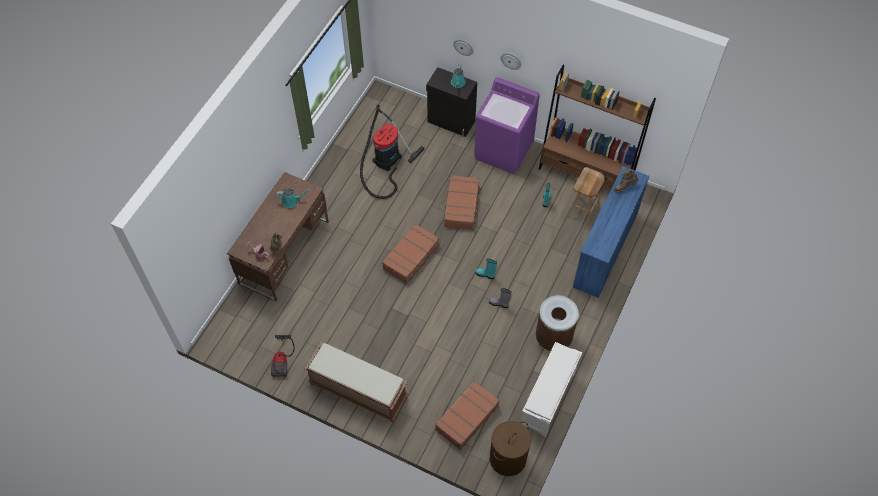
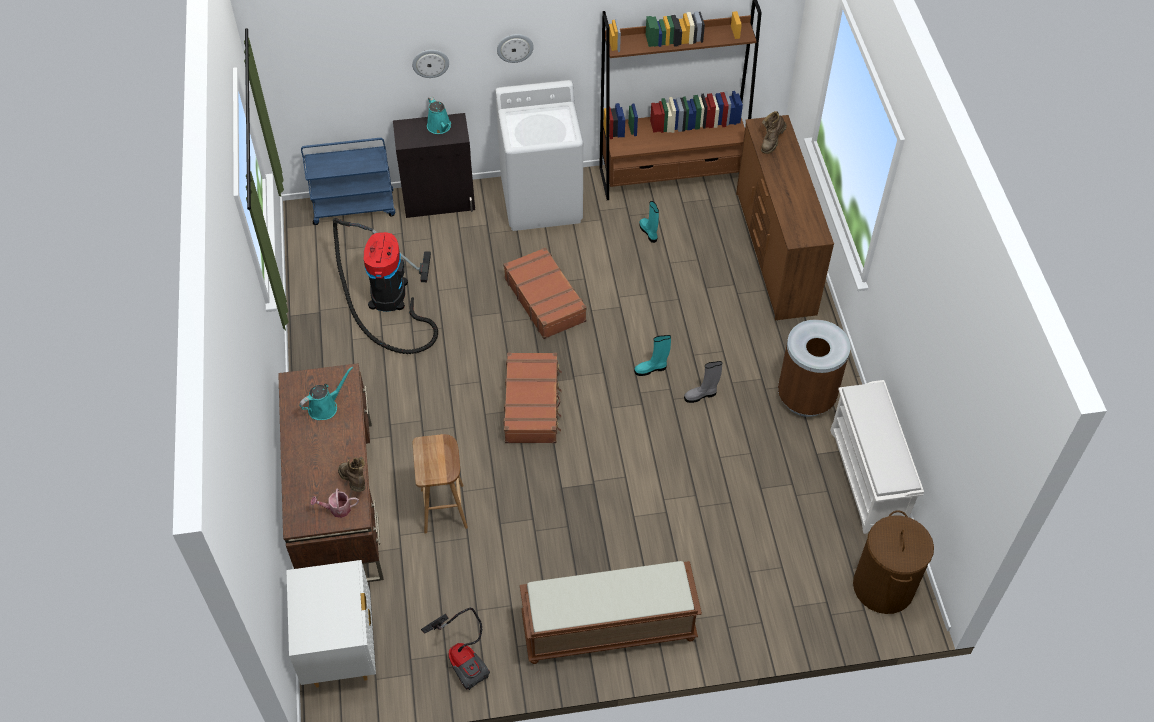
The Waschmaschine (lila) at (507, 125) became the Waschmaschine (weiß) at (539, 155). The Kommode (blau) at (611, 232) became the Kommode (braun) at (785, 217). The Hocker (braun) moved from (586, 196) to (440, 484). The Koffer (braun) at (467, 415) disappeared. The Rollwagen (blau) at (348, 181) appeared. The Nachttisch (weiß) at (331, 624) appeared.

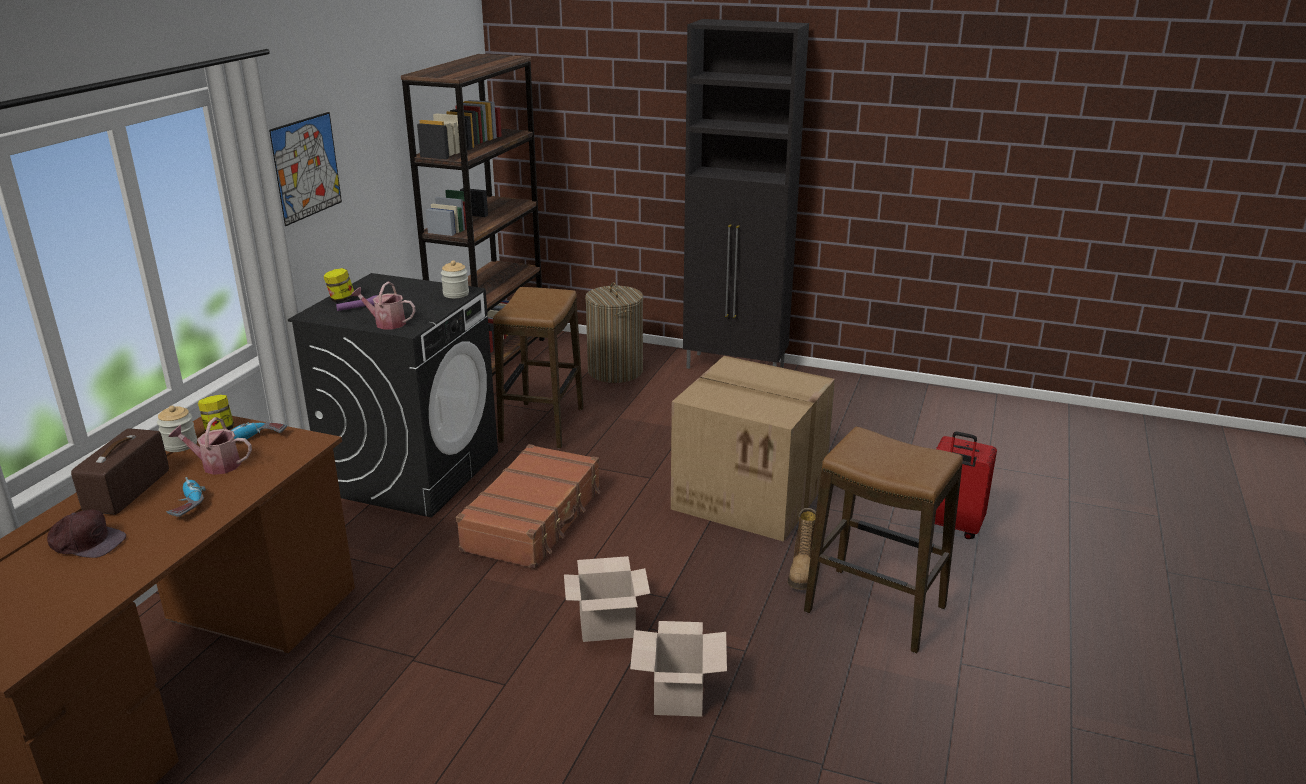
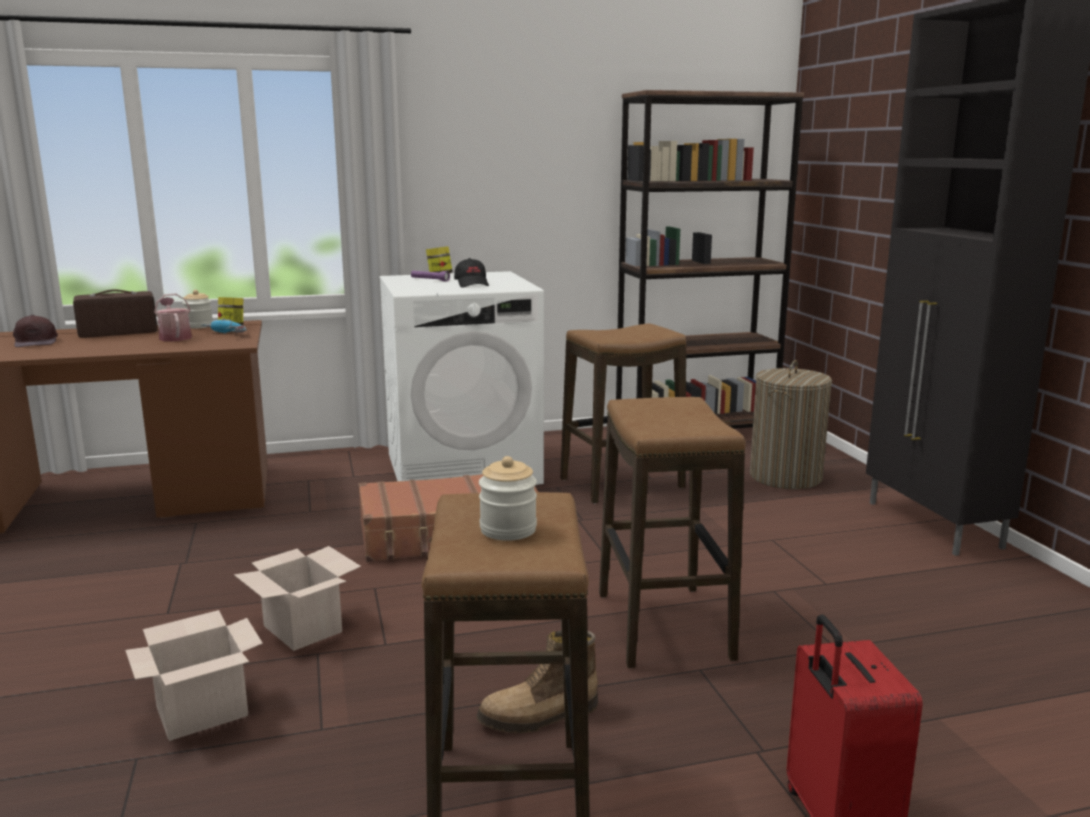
The Bild at (305, 169) disappeared. The Vorratsglas moved from (455, 279) to (508, 498). The Waschmaschine (schwarz) at (393, 395) became the Waschmaschine (weiß) at (461, 378). The Gießkanne at (383, 305) disappeared. The Karton at (753, 449) was replaced by the Hocker at (672, 532). The Bohrmaschine at (186, 497) disappeared. The Kappe (schwarz) at (471, 272) appeared.

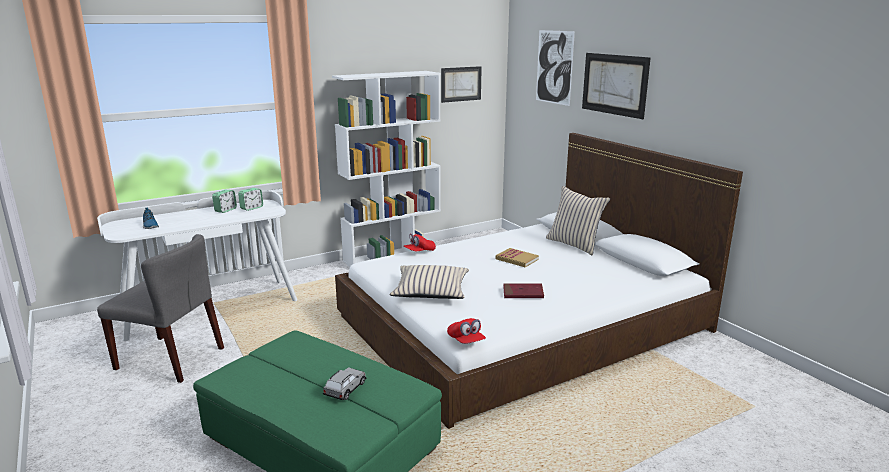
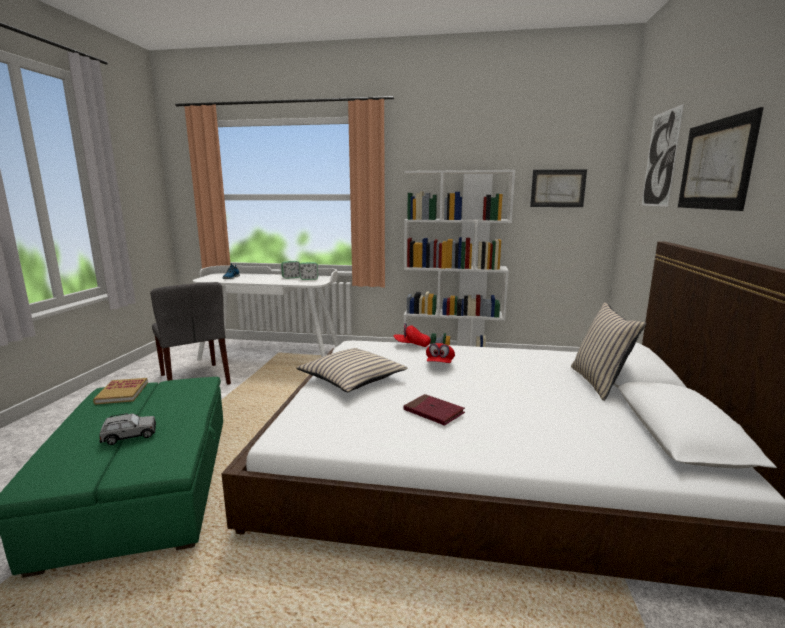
The Buch moved from (517, 257) to (120, 391). The Kappe (rot) moved from (466, 331) to (440, 353).

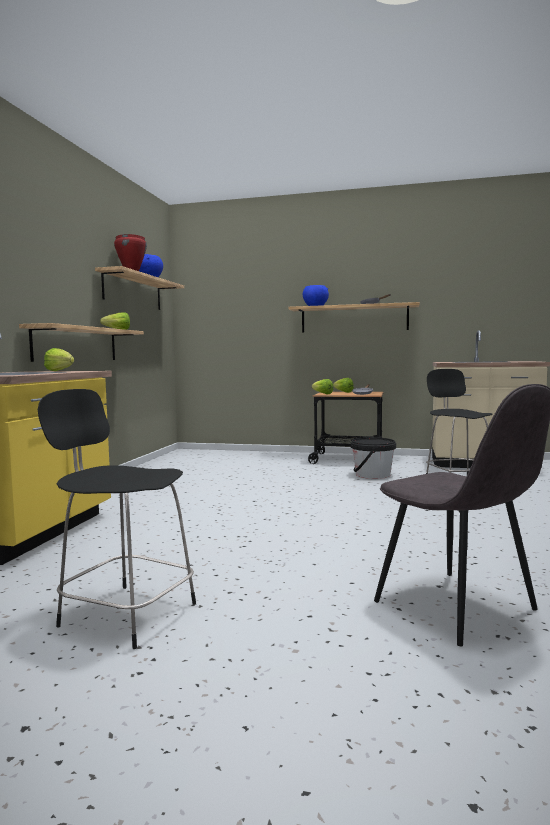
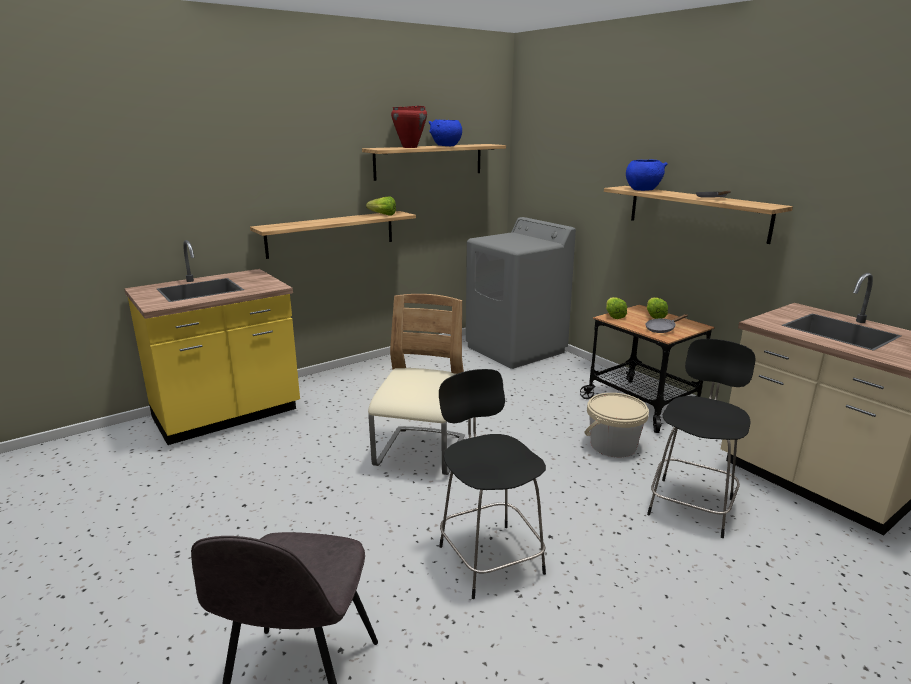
The Salatkopf at (59, 359) disappeared. The Hocker (schwarz) moved from (117, 519) to (492, 484). The Eimer (schwarz) at (373, 458) became the Eimer (beige) at (616, 425). The Waschmaschine (grau) at (521, 293) appeared. The Stuhl (beige) at (416, 384) appeared.

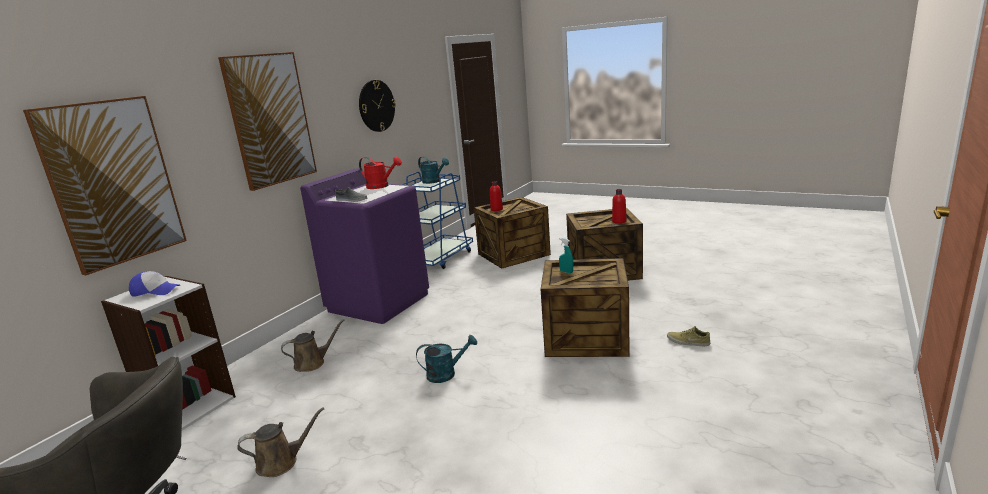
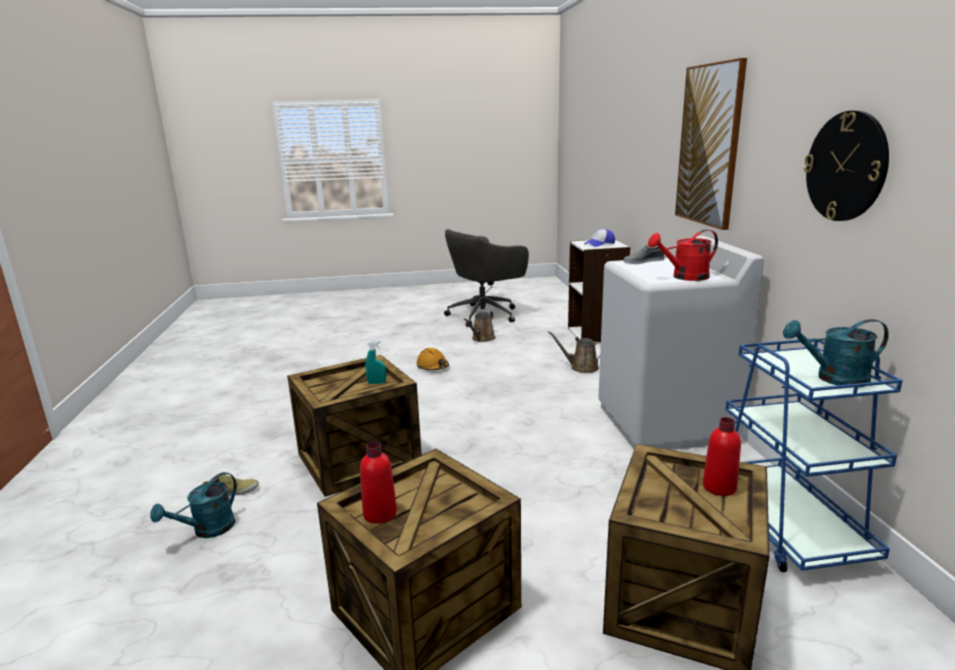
The Bild at (105, 186) disappeared. The Waschmaschine (lila) at (364, 246) became the Waschmaschine (weiß) at (681, 343). The Gießkanne (braun) at (312, 345) turned 90 degrees clockwise. The Gießkanne (türkis) moved from (446, 359) to (193, 505). The Schutzhelm (orange) at (433, 359) appeared.

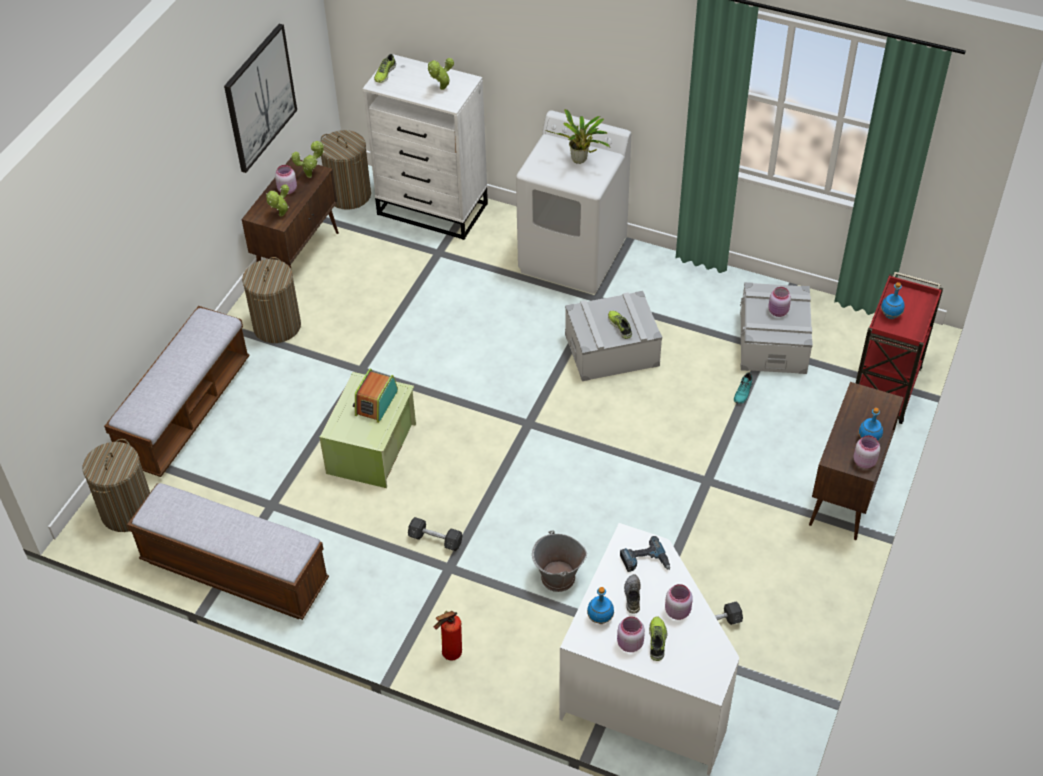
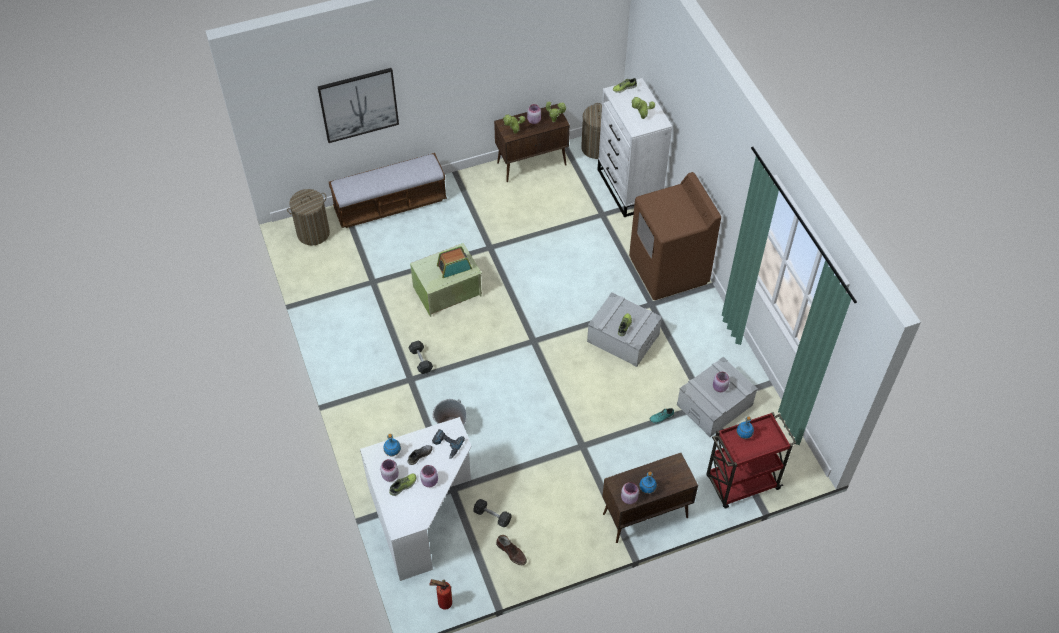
The Bild moved from (260, 98) to (358, 105). The Topfpflanze at (577, 136) disappeared. The Waschmaschine (weiß) at (573, 202) became the Waschmaschine (braun) at (675, 236). The Wäschekorb at (271, 300) disappeared. The Bank at (228, 551) disappeared. The Feuerlöscher moved from (448, 636) to (440, 594). The Stiefel (braun) at (511, 550) appeared.

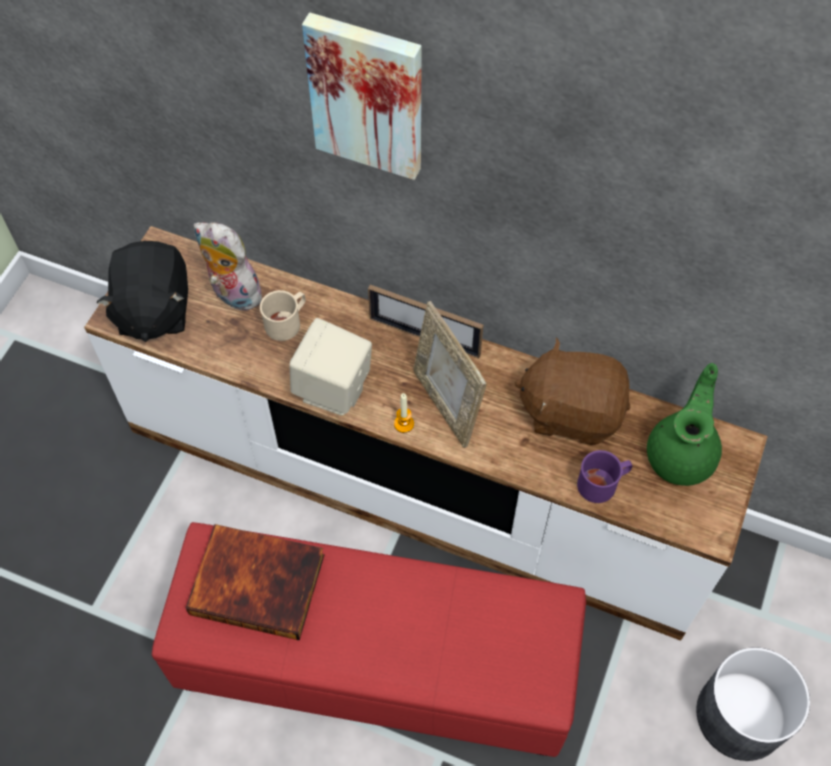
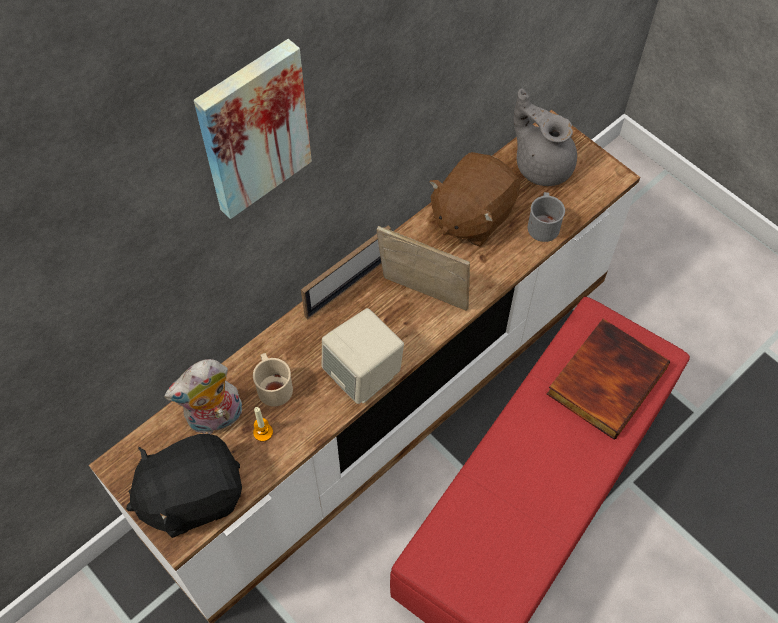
The Plüschtier (schwarz) at (142, 291) turned 135 degrees clockwise. The Bilderrahmen at (450, 374) turned 150 degrees counterclockwise. The Teekanne (grün) at (684, 424) became the Teekanne (grau) at (545, 137). The Kerze moved from (404, 413) to (263, 424). The Henkelbecher (lila) at (604, 476) became the Henkelbecher (grau) at (546, 217). The Buch moved from (255, 582) to (608, 379). The Pflanzkübel (grau) at (753, 704) disappeared.

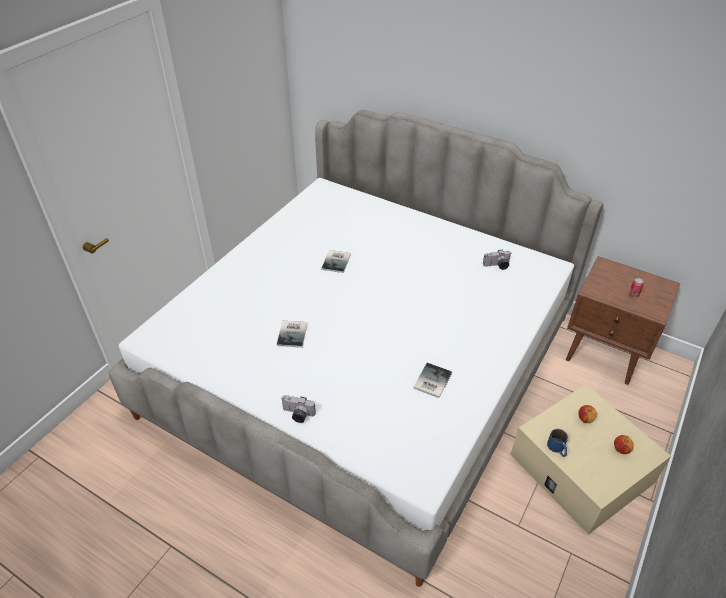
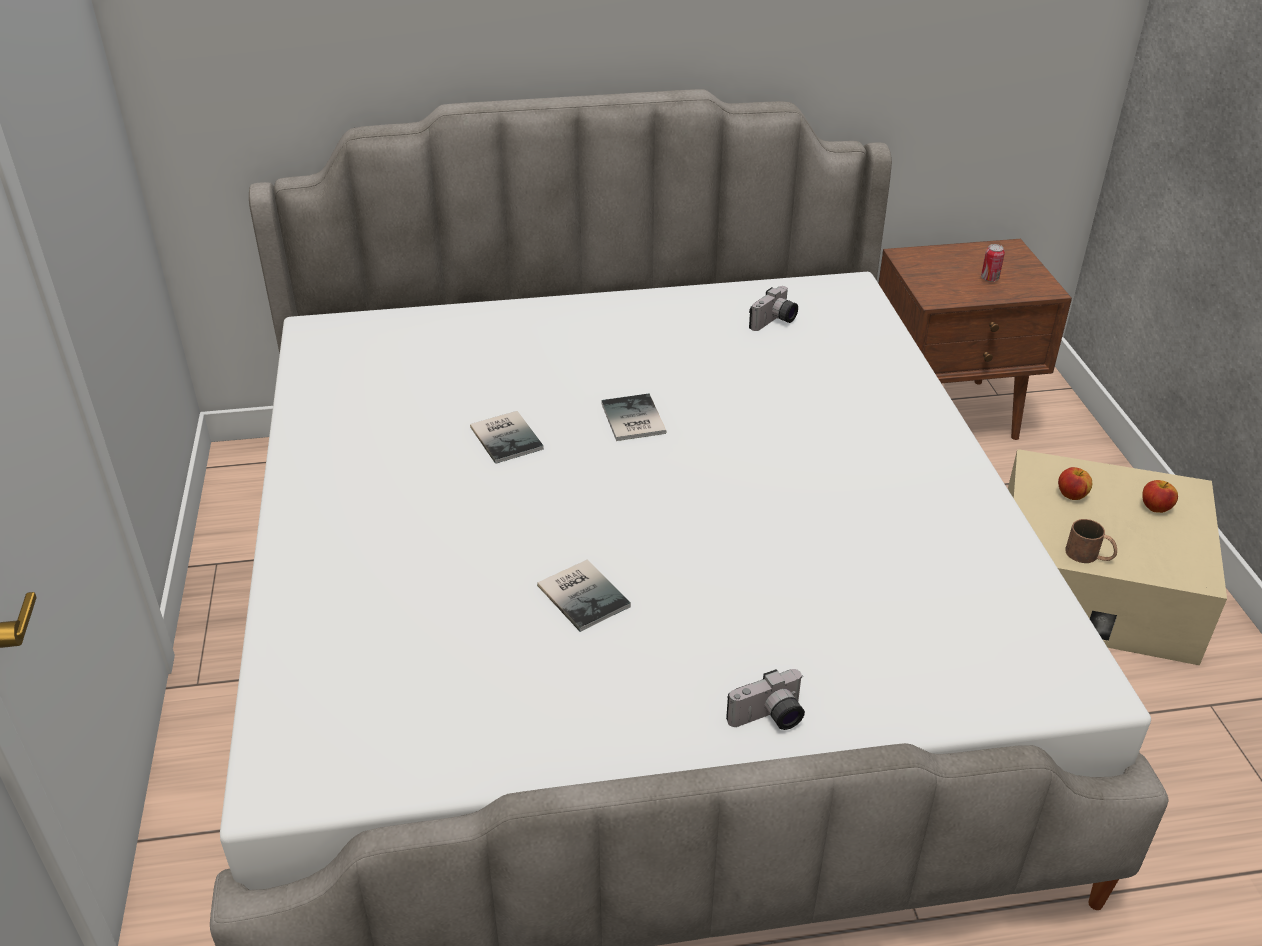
The Buch moved from (432, 380) to (634, 417). The Henkelbecher (blau) at (557, 443) became the Henkelbecher (braun) at (1091, 541).

